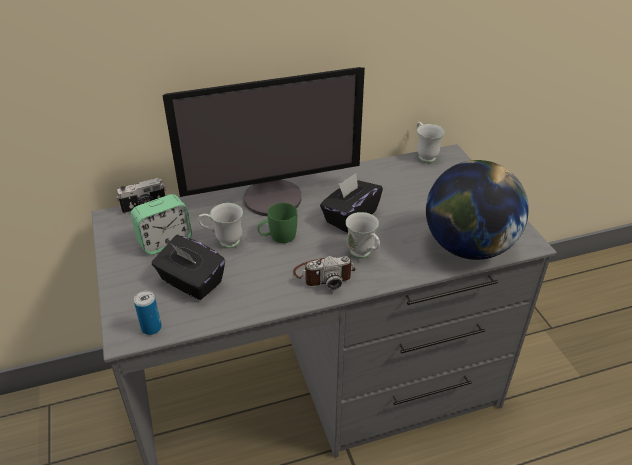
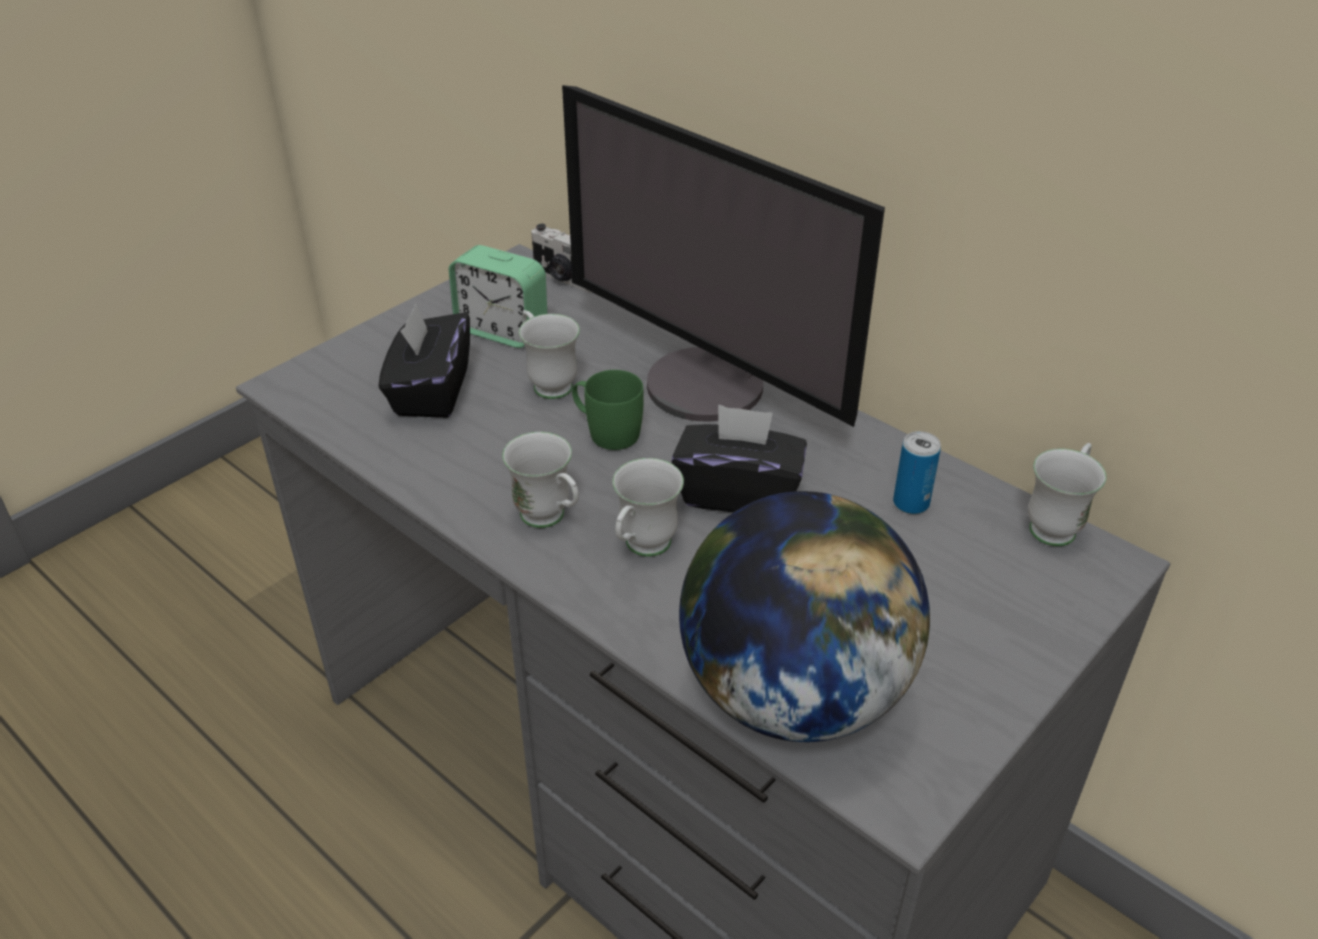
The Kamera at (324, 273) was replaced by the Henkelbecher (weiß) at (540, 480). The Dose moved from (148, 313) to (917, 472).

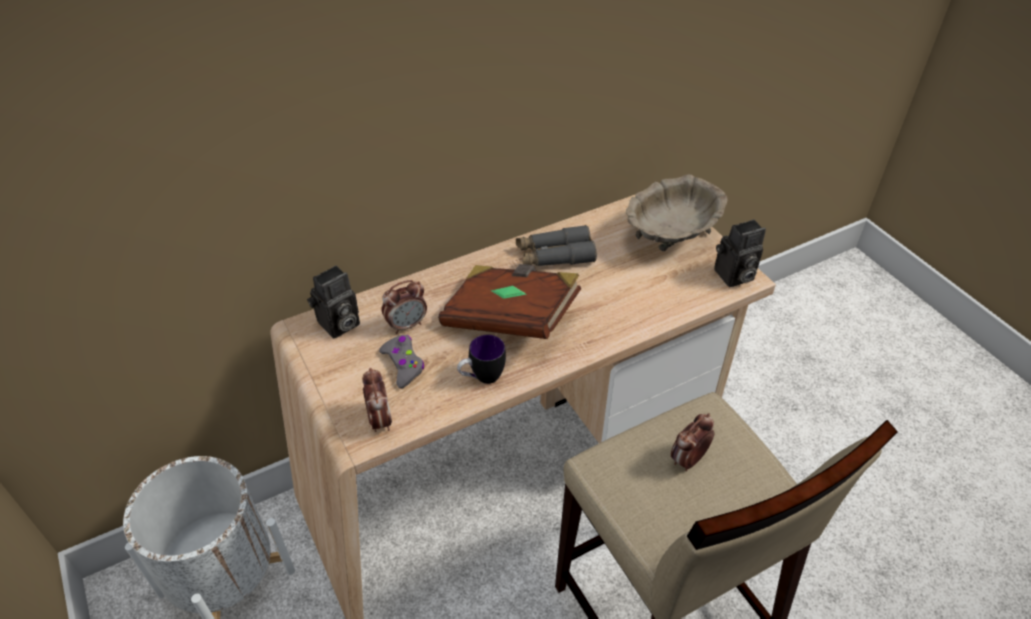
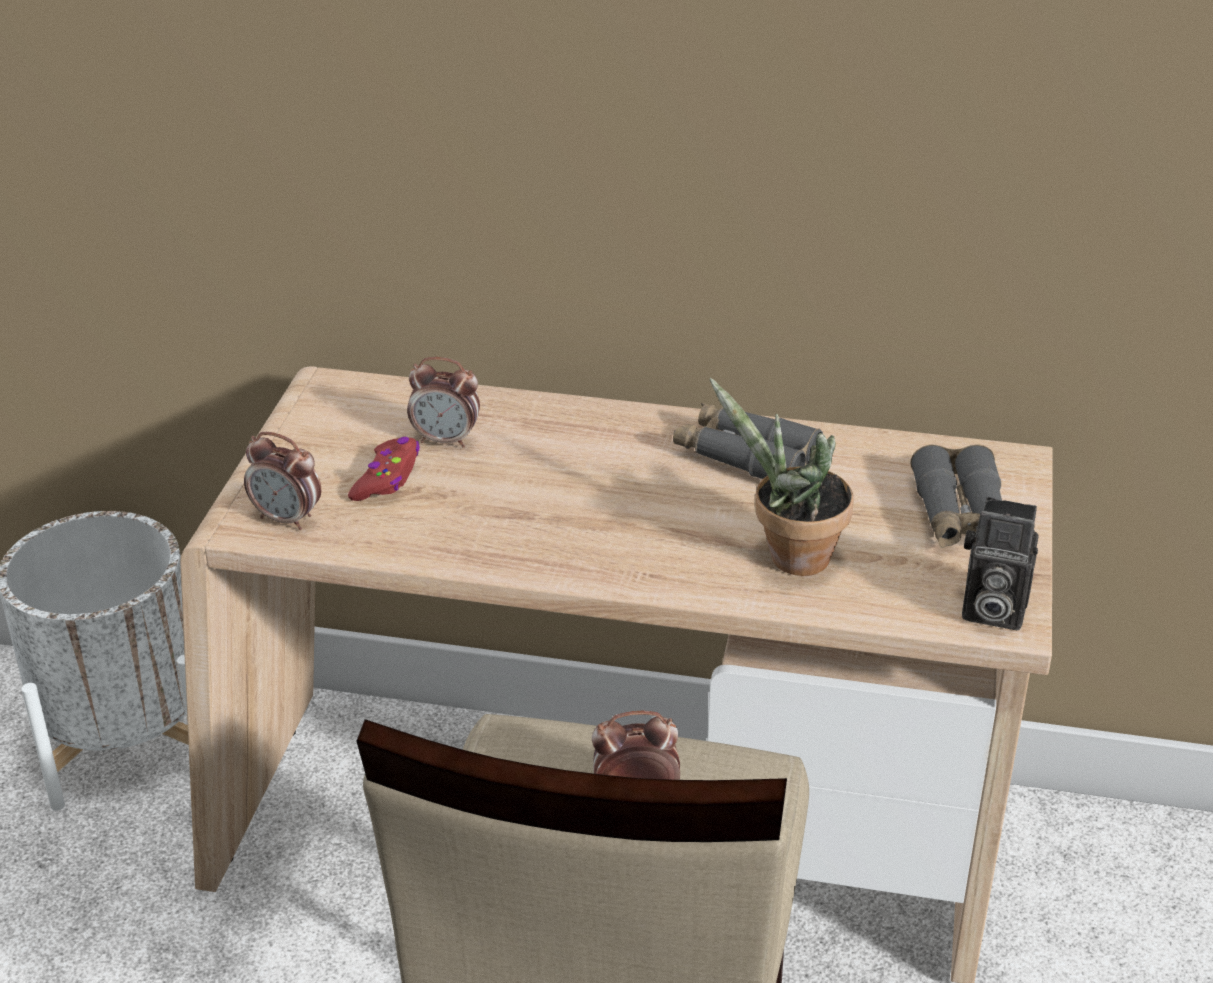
The Schüssel (beige) at (676, 212) was replaced by the Fernglas (grau) at (956, 496). The Buch (braun) at (509, 301) disappeared. The Kamera at (333, 301) disappeared. The Gamepad (grau) at (401, 362) became the Gamepad (rot) at (384, 469). The Henkelbecher at (481, 359) disappeared. The Wecker at (377, 400) turned 90 degrees clockwise. The Topfpflanze at (782, 477) appeared.

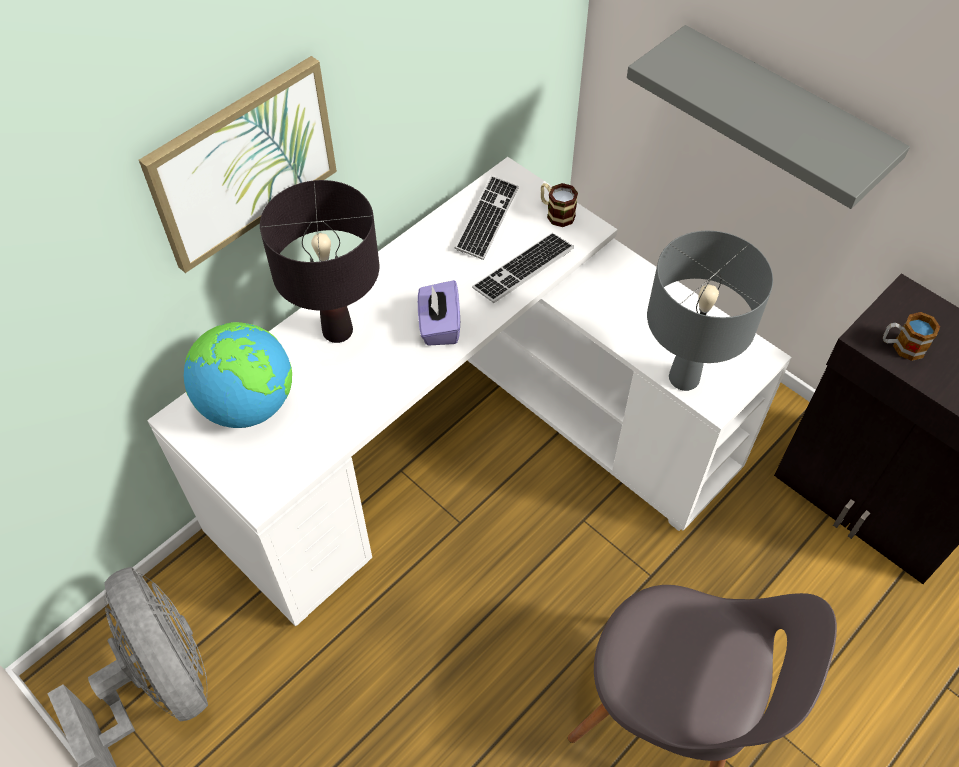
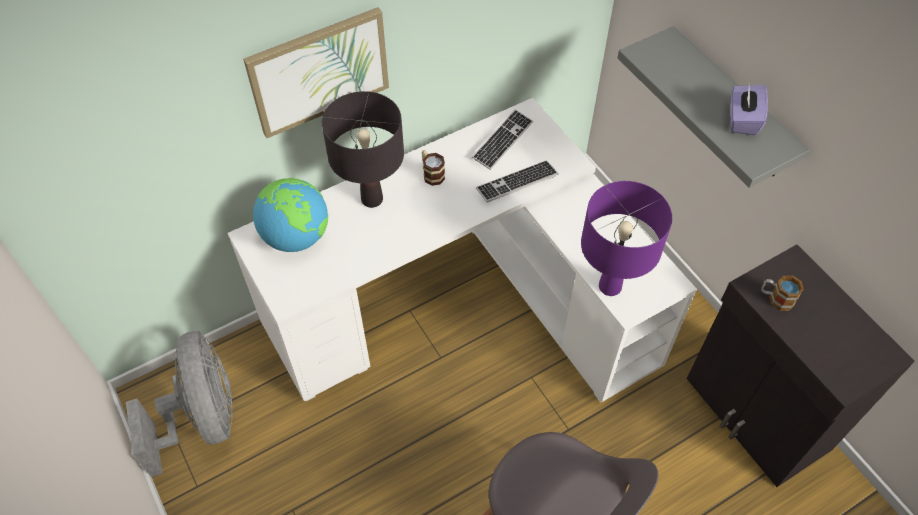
The Henkelbecher moved from (559, 205) to (433, 168). The Tischlampe (grau) at (710, 311) became the Tischlampe (lila) at (626, 238). The Taschentuchbox (lila) moved from (439, 313) to (749, 110).

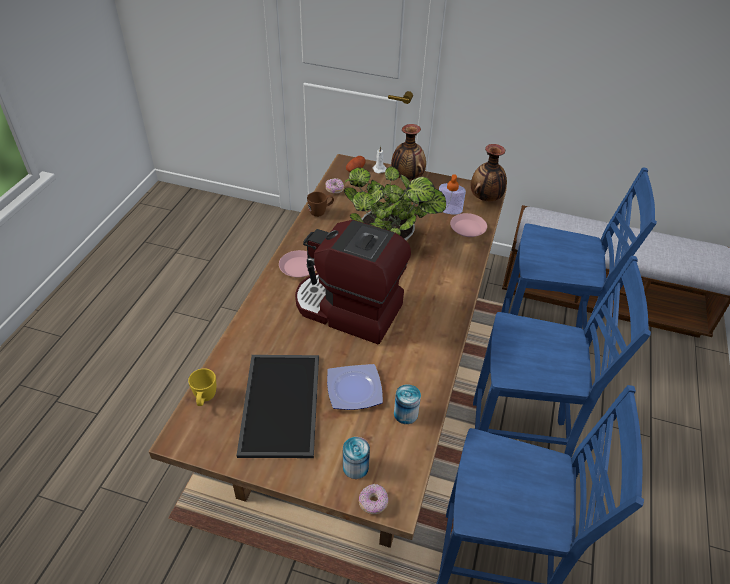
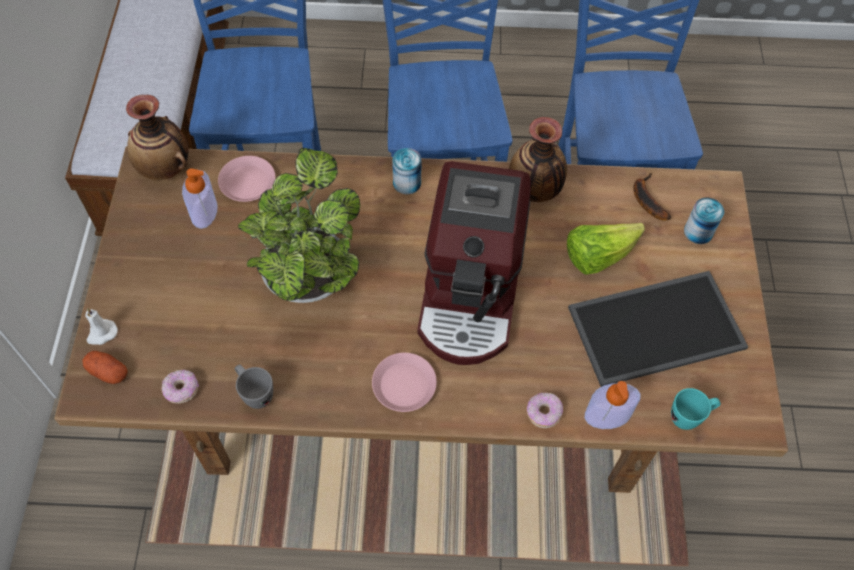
The Vase moved from (408, 152) to (538, 159). The Henkelbecher (braun) at (320, 204) became the Henkelbecher (grau) at (254, 386). The Teller at (355, 387) was replaced by the Salatkopf at (606, 249). The Henkelbecher (gelb) at (202, 387) became the Henkelbecher (türkis) at (696, 409). The Dose moved from (407, 404) to (406, 171). The Donut moved from (373, 499) to (545, 410). The Banane at (652, 197) appeared. The Seifenspender at (613, 405) appeared.

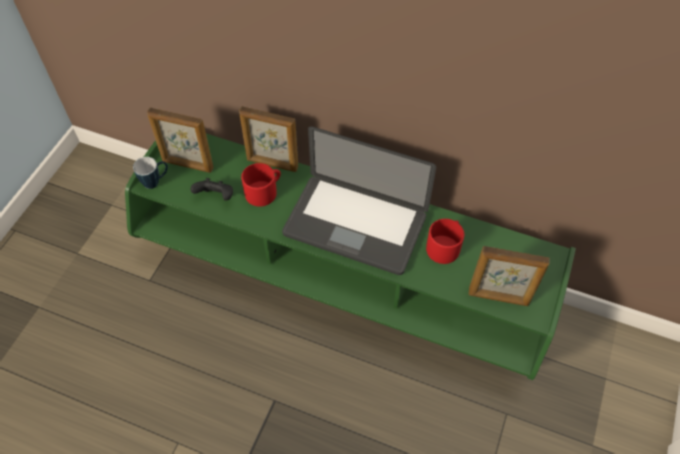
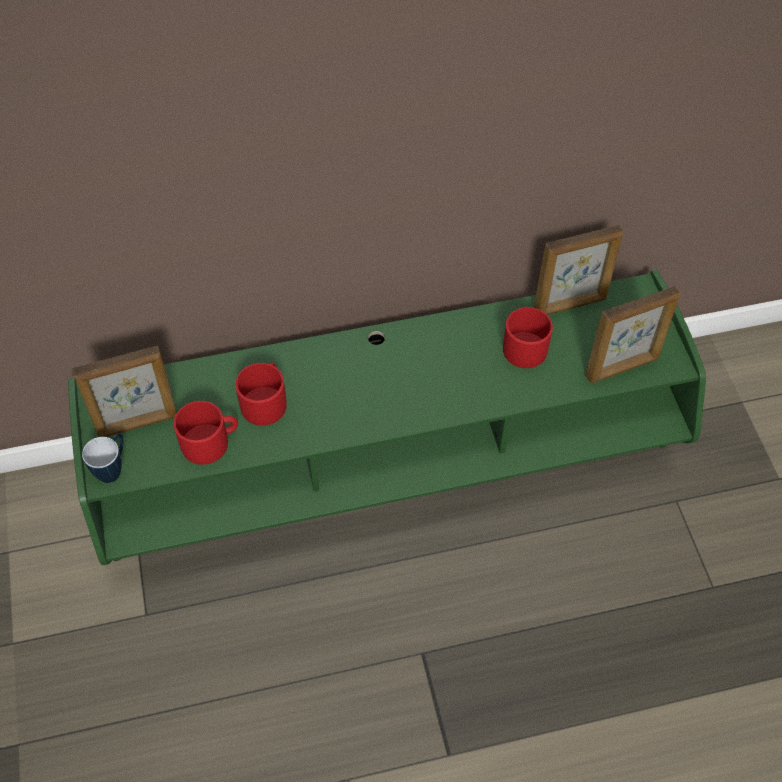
The Bilderrahmen moved from (268, 139) to (578, 270). The Laptop at (359, 200) disappeared. The Gamepad (schwarz) at (211, 189) was replaced by the Henkelbecher (rot) at (206, 433).

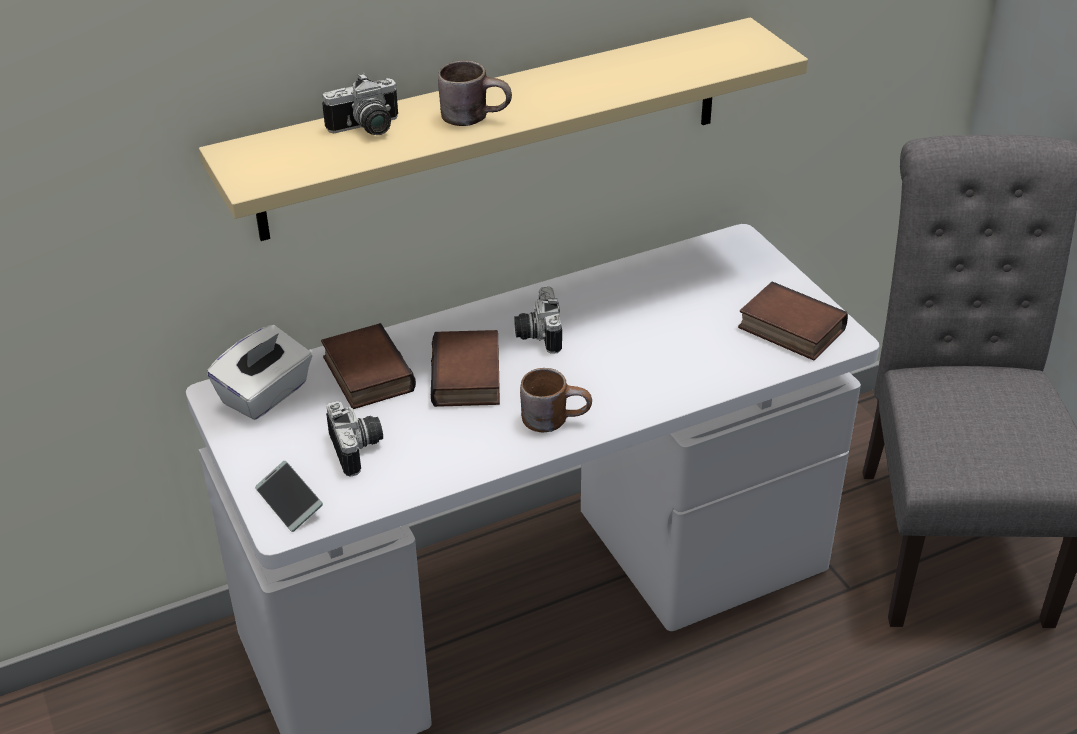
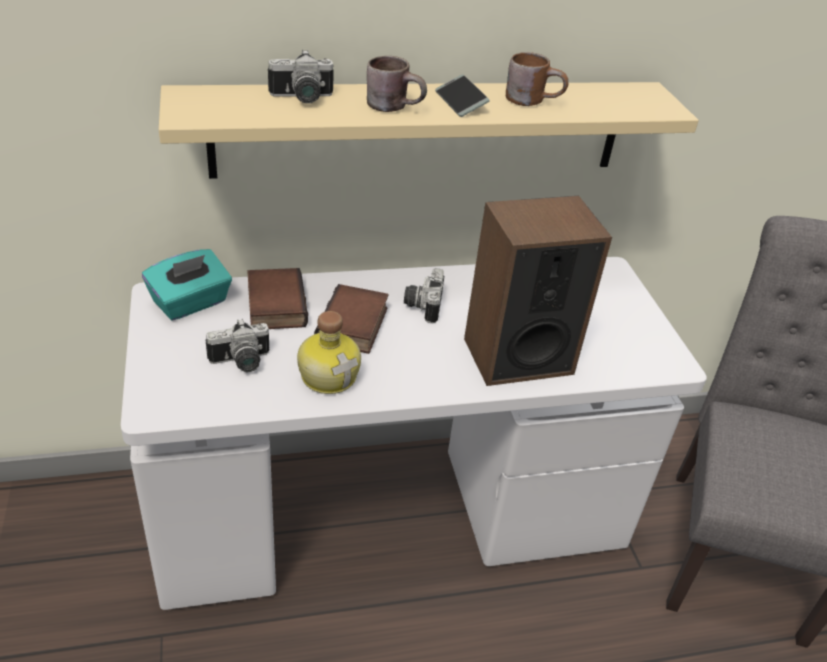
The Buch at (793, 320) disappeared. The Taschentuchbox (weiß) at (259, 372) became the Taschentuchbox (türkis) at (187, 284). The Henkelbecher (braun) moved from (556, 400) to (537, 79). The Kamera at (354, 439) turned 75 degrees clockwise. The Handy moved from (289, 496) to (462, 95). The Lautsprecher at (538, 291) appeared. The Flasche at (329, 352) appeared.

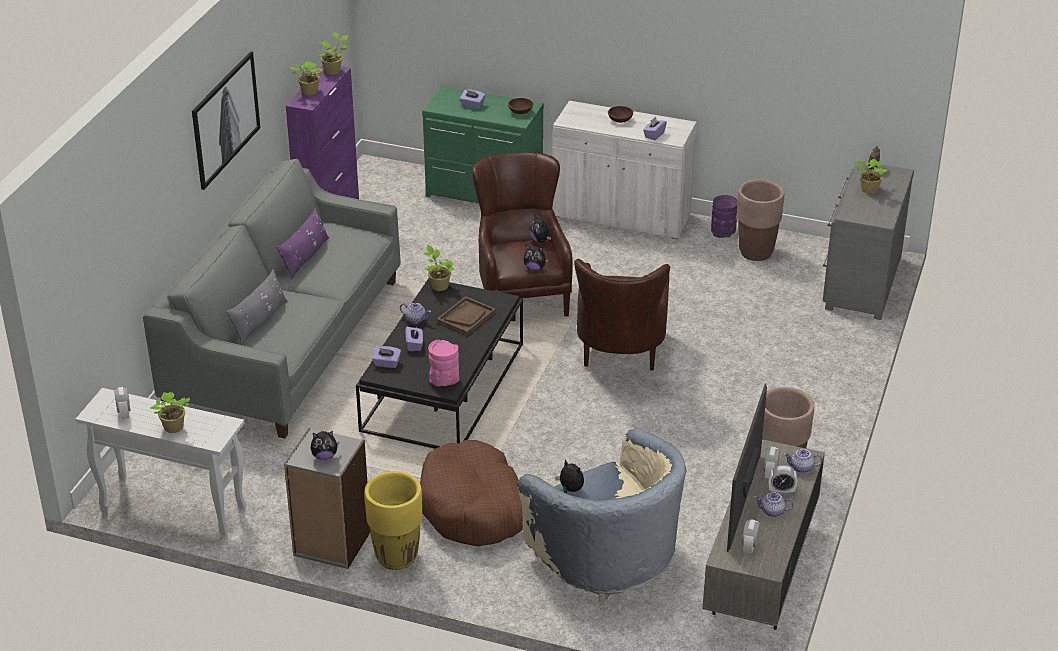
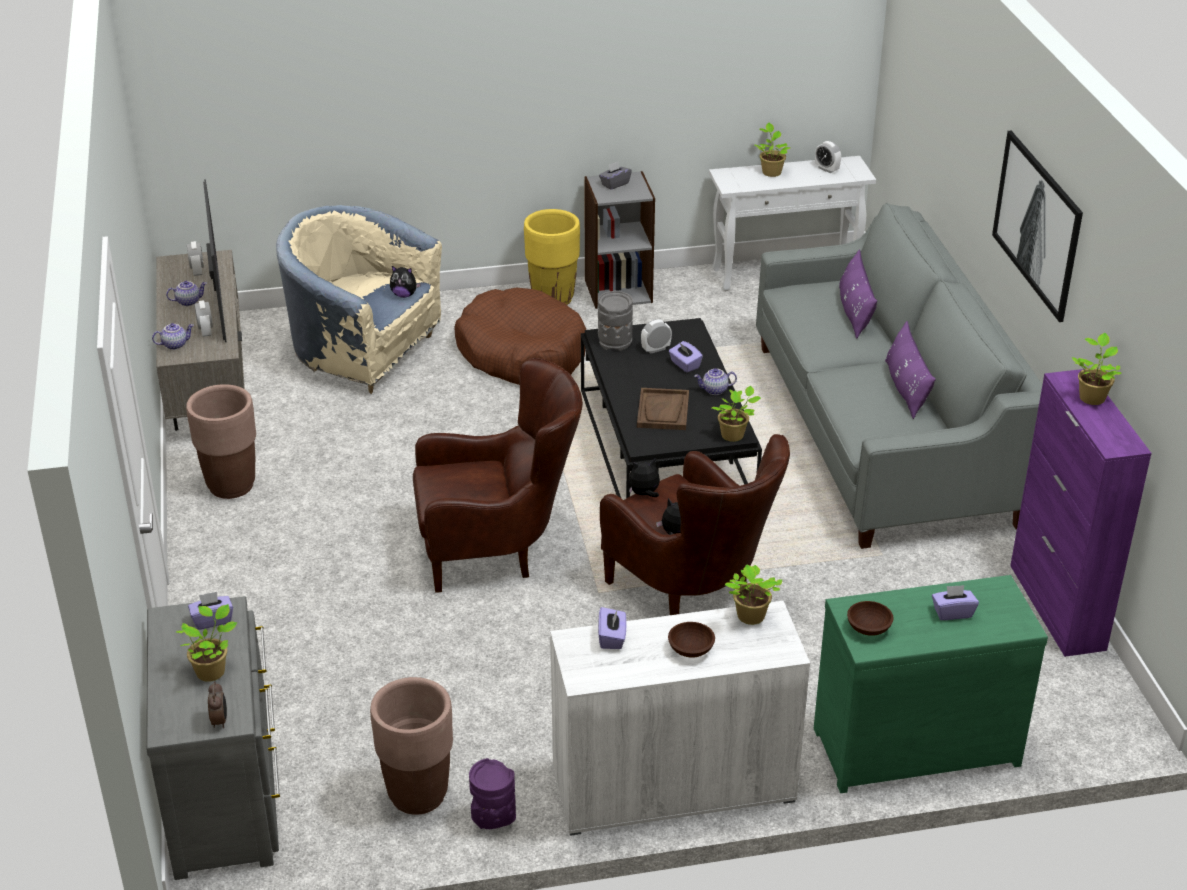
The Topfpflanze moved from (334, 53) to (753, 594). The Sessel (braun) at (622, 315) turned 105 degrees clockwise. The Kissen (grau) at (257, 307) became the Kissen (lila) at (858, 294). The Vase (rosa) at (443, 363) became the Vase (grau) at (615, 321). The Taschentuchbox (lila) moved from (386, 357) to (210, 611). The Plüschtier at (324, 445) was replaced by the Taschentuchbox (grau) at (615, 175). The Wecker moved from (783, 479) to (656, 336).

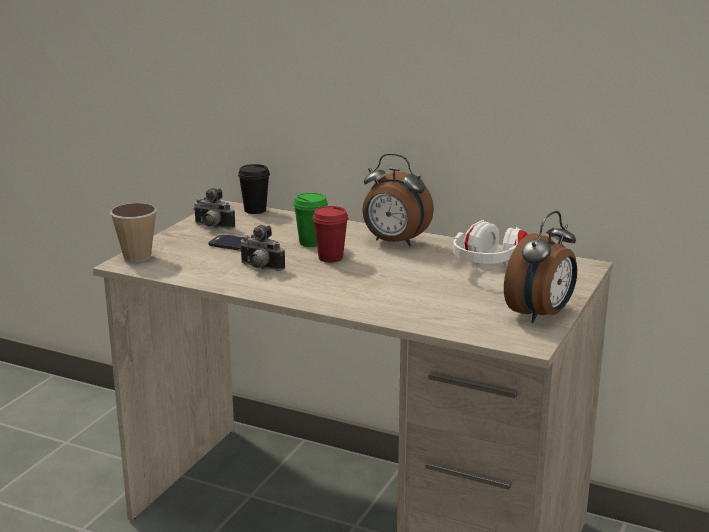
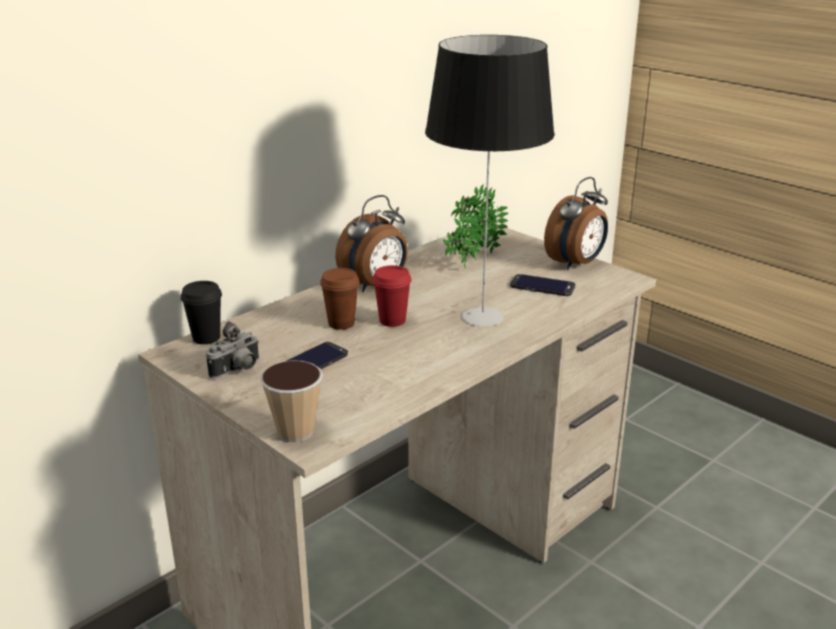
The Tasse (grün) at (310, 220) became the Tasse (braun) at (340, 299). The Wecker at (540, 267) turned 75 degrees clockwise. The Kopfhörer (weiß) at (490, 243) was replaced by the Topfpflanze at (475, 226). The Kamera at (262, 248) disappeared. The Tischlampe at (490, 180) appeared. The Handy at (543, 285) appeared.

